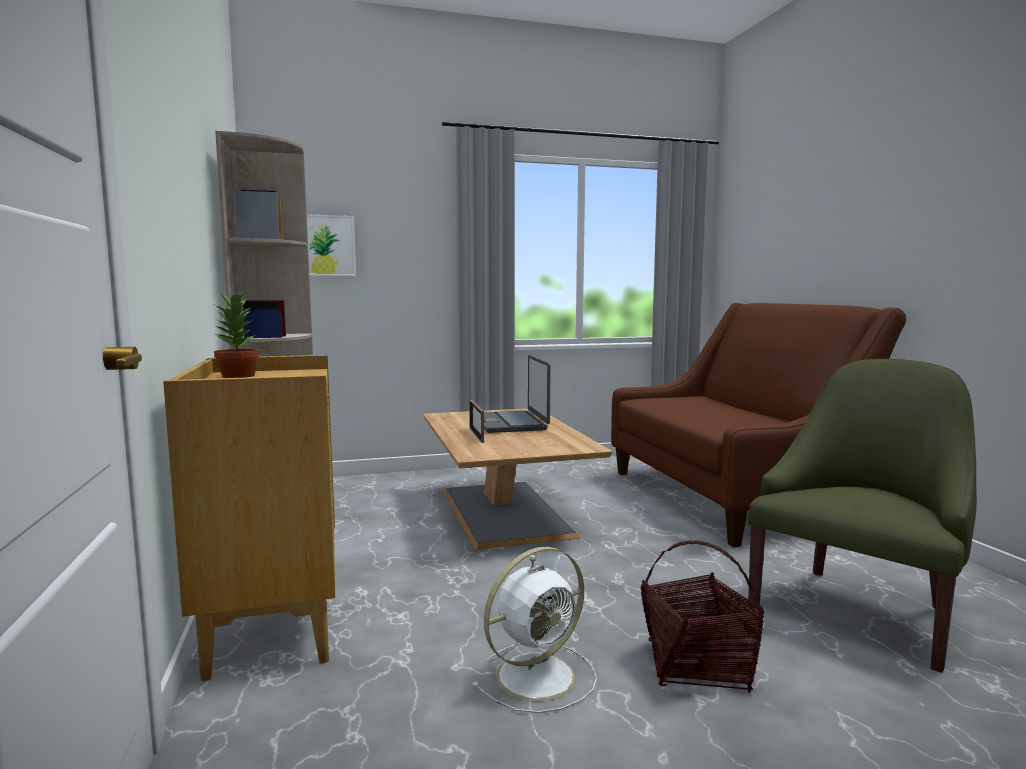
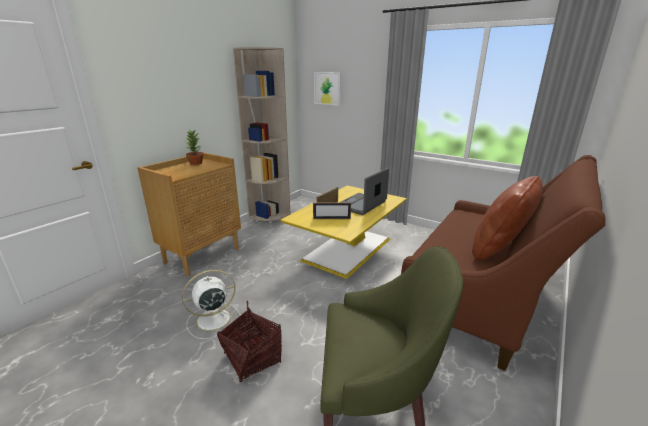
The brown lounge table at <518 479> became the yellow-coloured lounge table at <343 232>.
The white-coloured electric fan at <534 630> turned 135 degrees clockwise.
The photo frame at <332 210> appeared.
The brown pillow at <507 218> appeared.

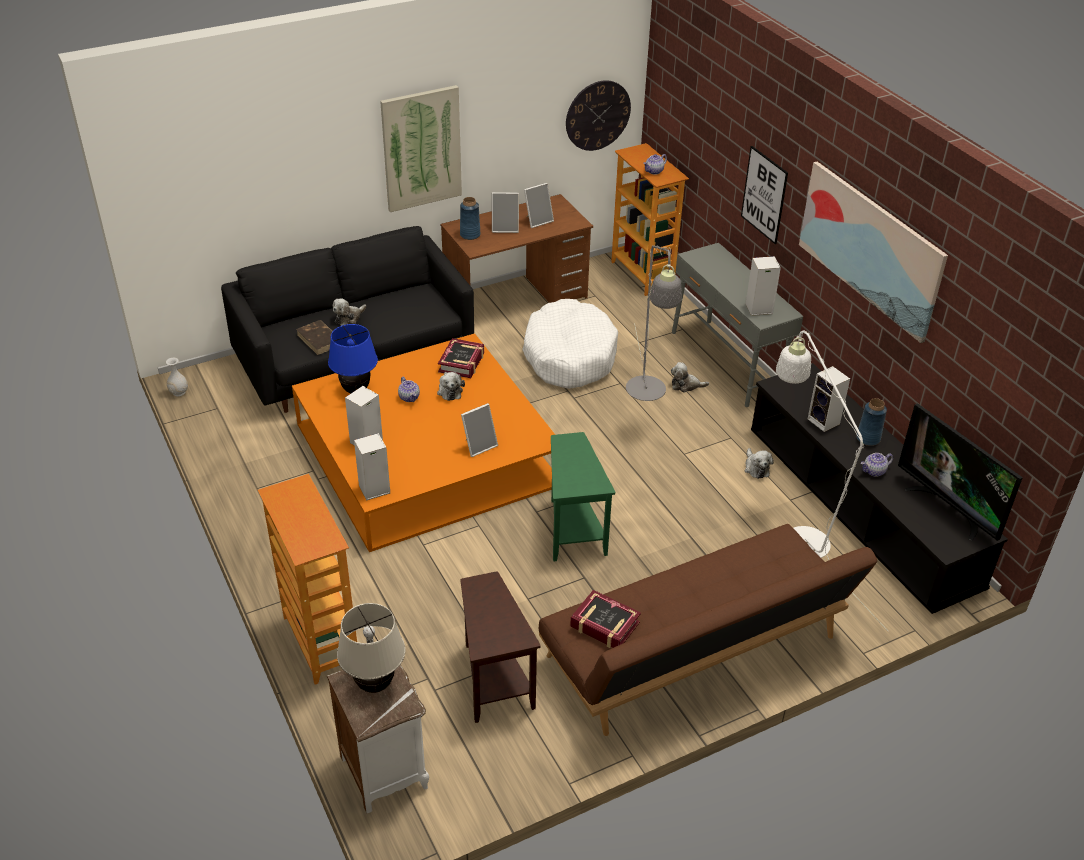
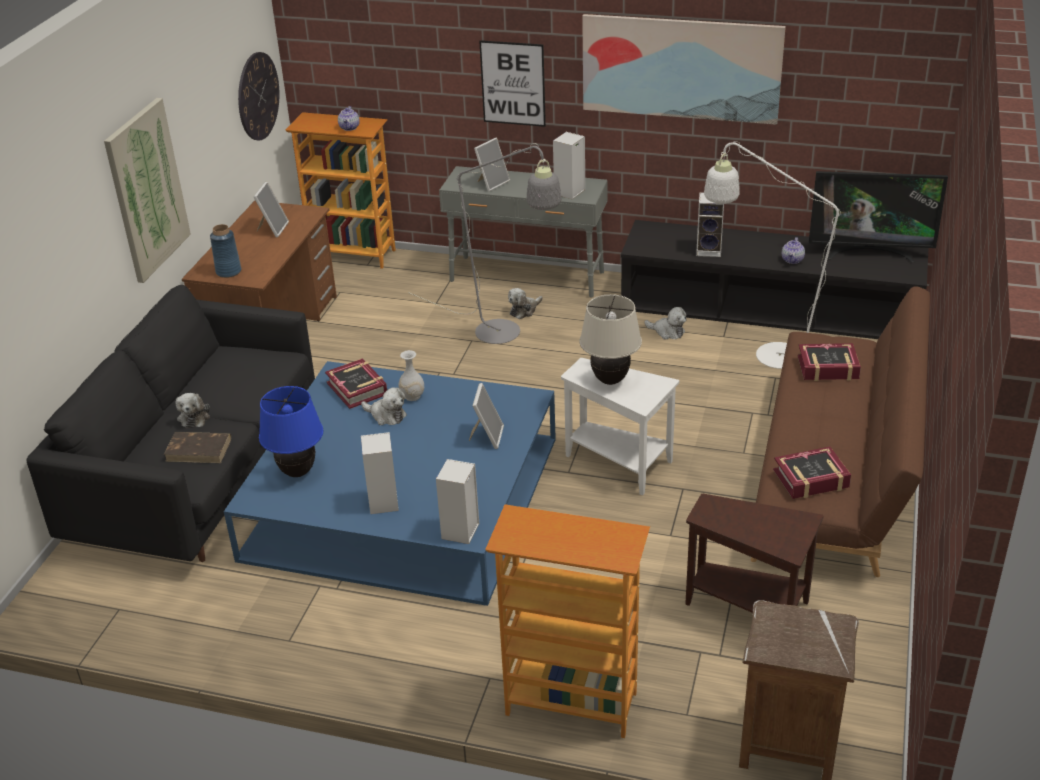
The white-coloured vase moved from <177 377> to <411 375>.
The orange-coloured lounge table at <423 442> became the blue lounge table at <390 483>.
The sand-coloured lamp for a table moved from <371 648> to <611 339>.
The teapot at <409 389> disappeared.
The photo frame moved from <505 212> to <492 164>.
The white-coloured pet bed at <570 344> disappeared.
The green-coloured side table at <583 496> became the white-coloured side table at <620 427>.
The blue vase at <871 422> disappeared.
The volume at <829 362> appeared.

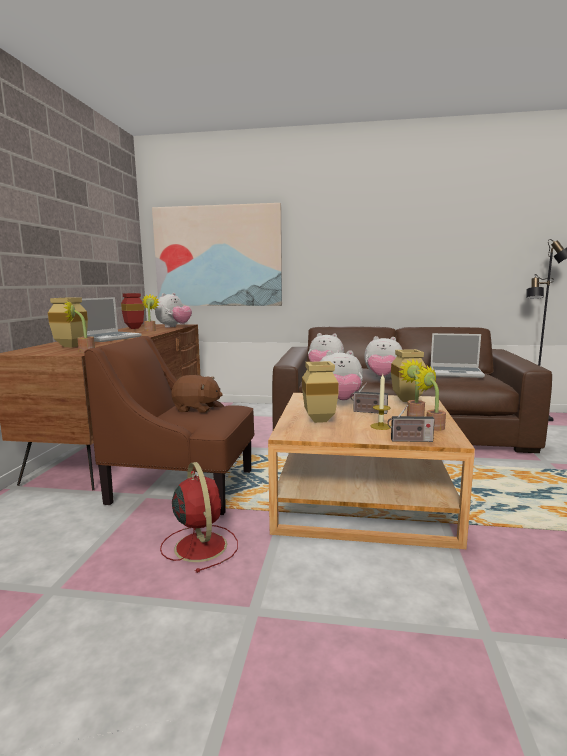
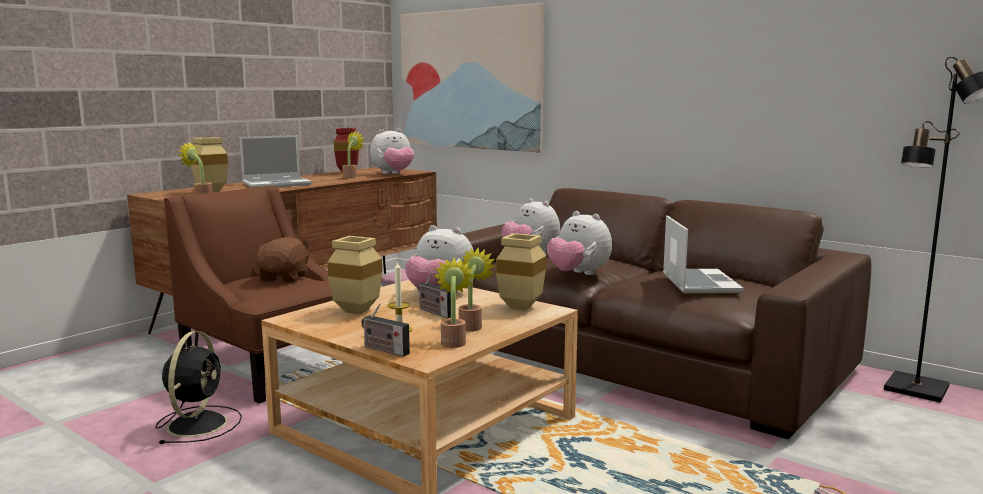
The red-coloured electric fan at <199 517> became the blackish electric fan at <199 387>.
The brown soft toy at <197 394> turned 120 degrees counterclockwise.
The portable computer at <457 355> turned 135 degrees counterclockwise.

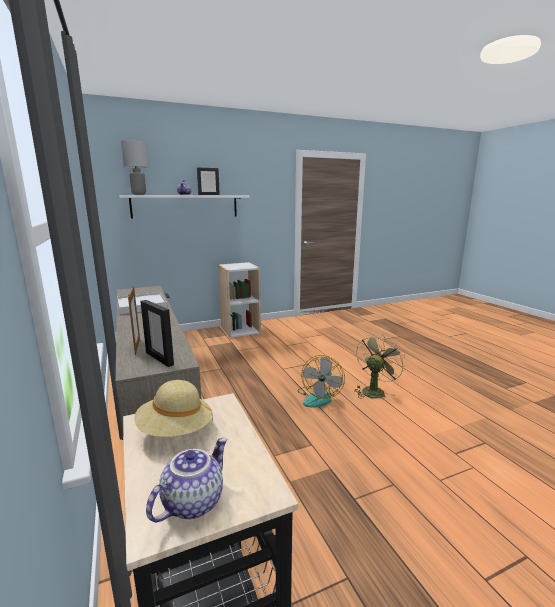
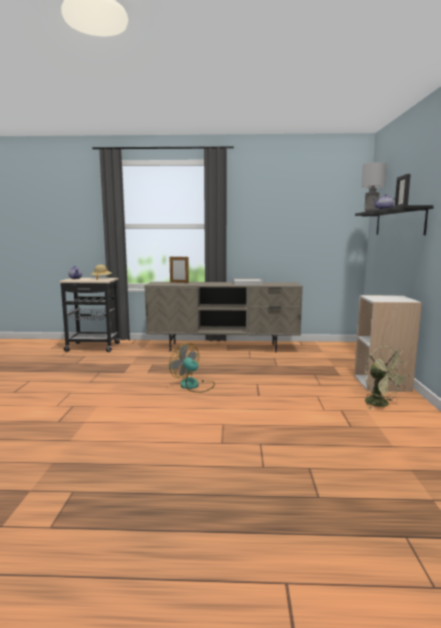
The white-coloured shelf at <184 207> became the blackish shelf at <394 220>.
The photo frame at <157 333> disappeared.
The green-coloured electric fan moved from <380 366> to <387 377>.

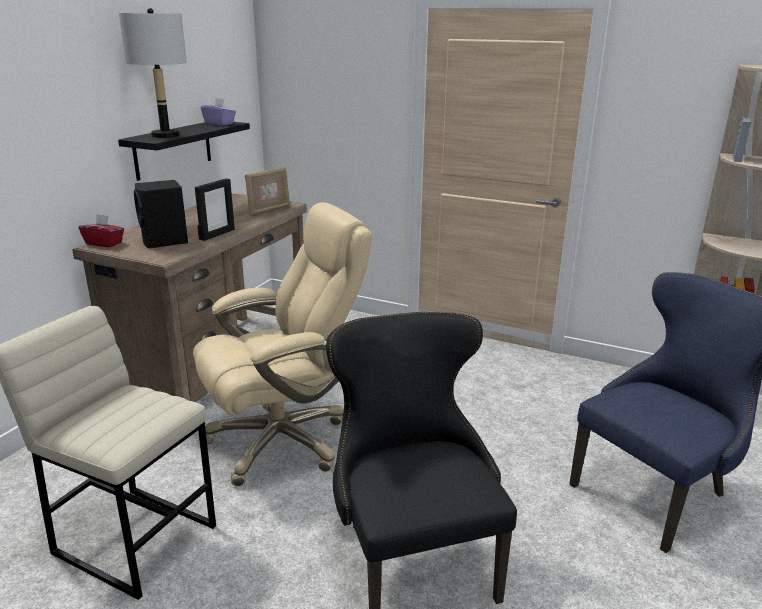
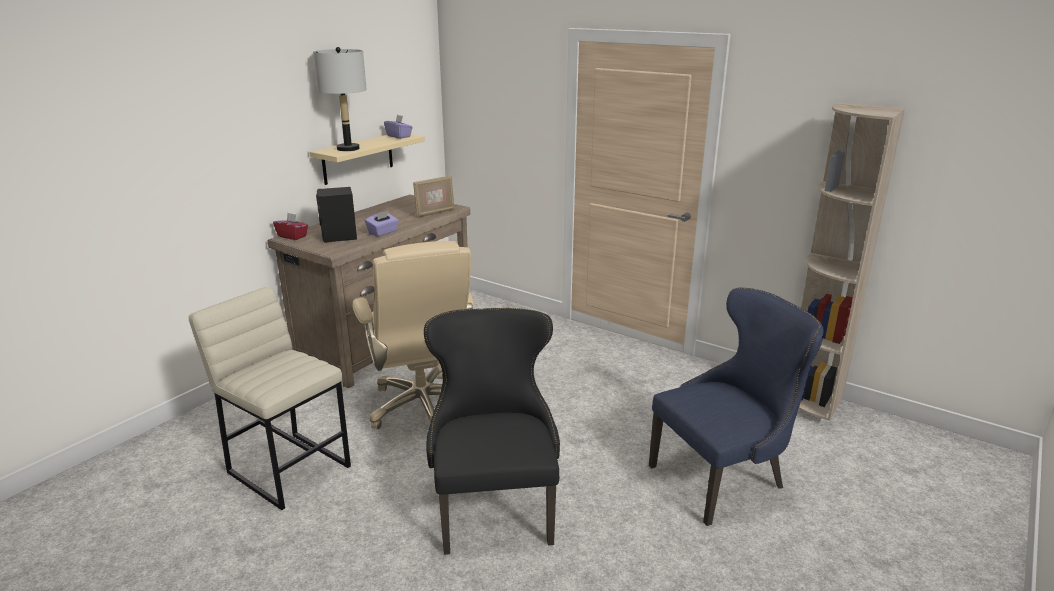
The blackish shelf at <184 151> became the sand-coloured shelf at <367 159>.
The sand-coloured desk chair at <282 344> turned 90 degrees clockwise.
The photo frame at <215 209> was replaced by the purple-coloured box of tissues at <382 224>.

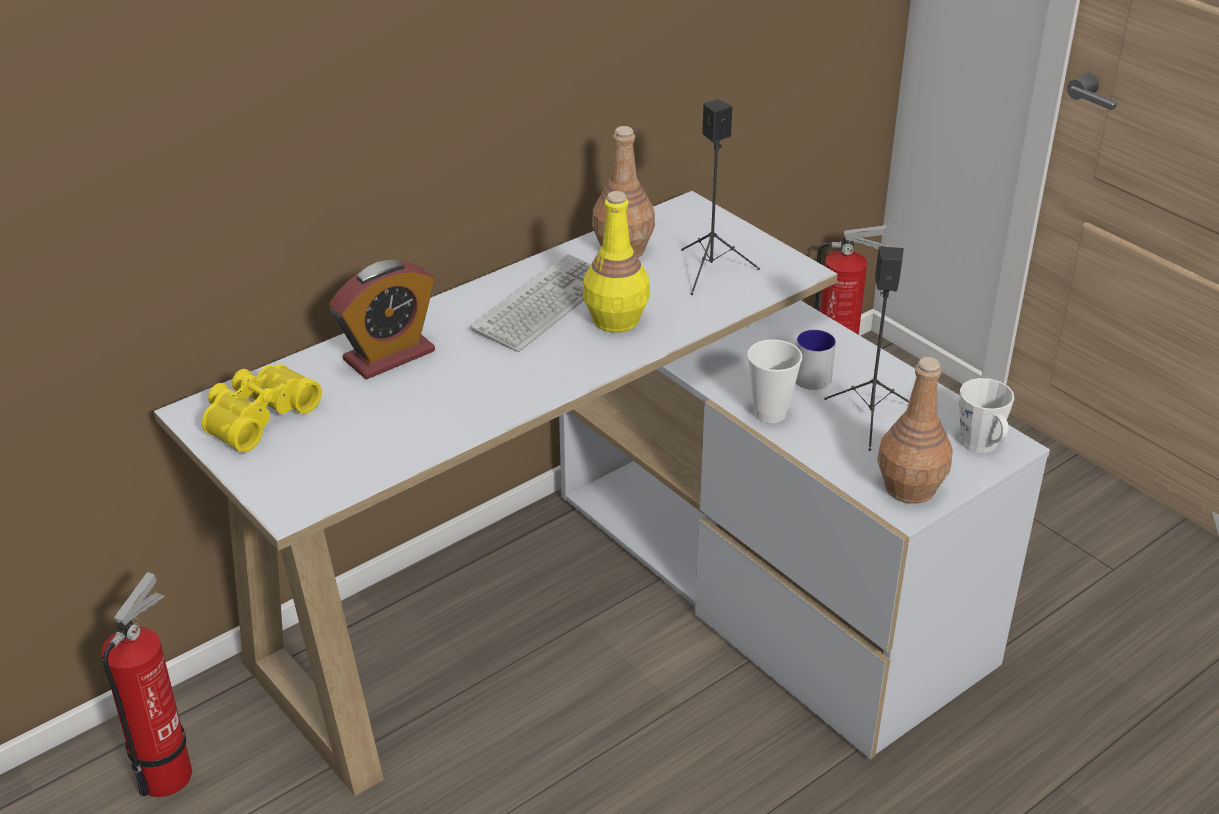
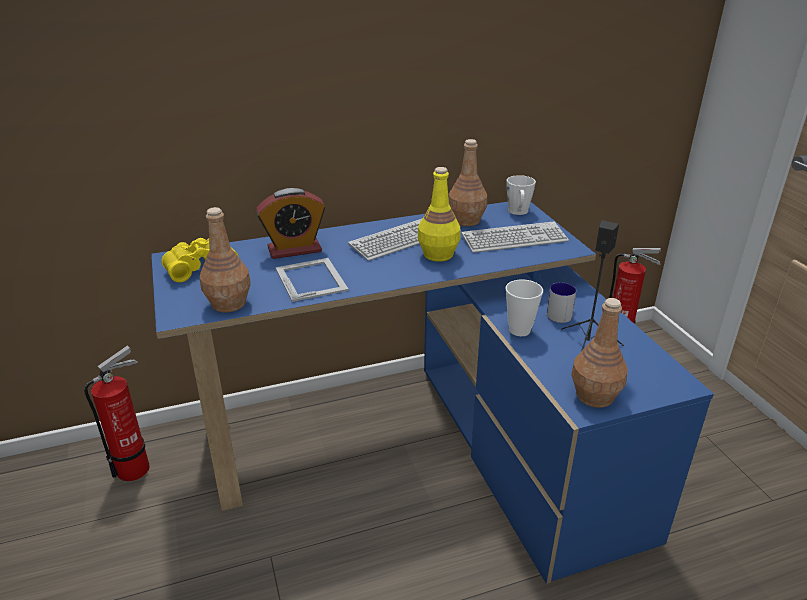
The white-coloured desk at <602 493> became the blue desk at <432 393>.
The blackish audio speaker at <720 197> was replaced by the computer keyboard at <515 237>.
The white-coloured mug moved from <986 415> to <521 195>.
The brown beverage bottle at <225 260> appeared.
The photo frame at <312 280> appeared.

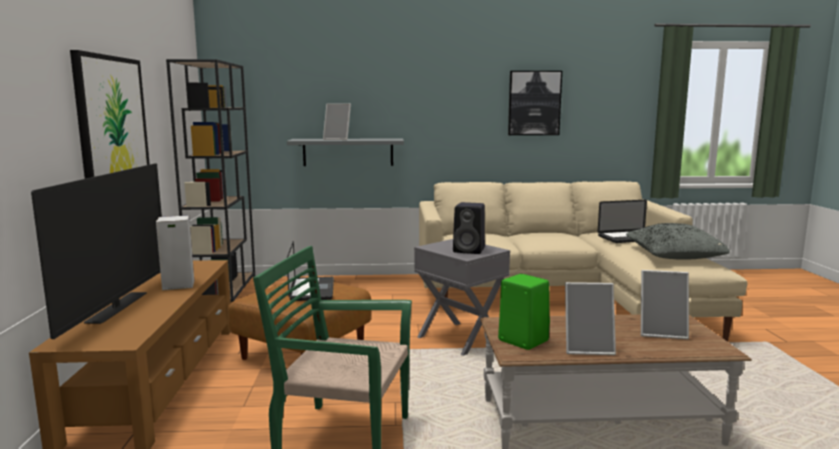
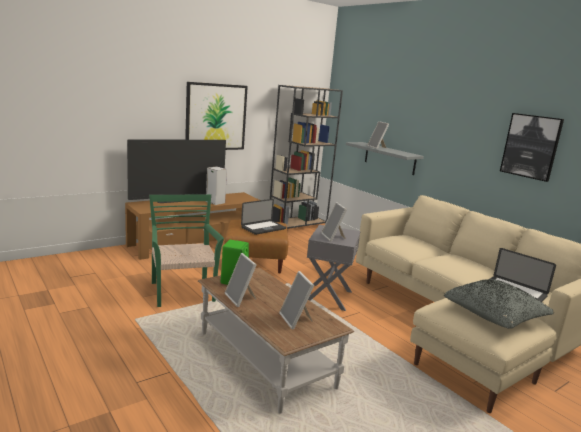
The blackish audio speaker at <469 228> was replaced by the photo frame at <334 222>.

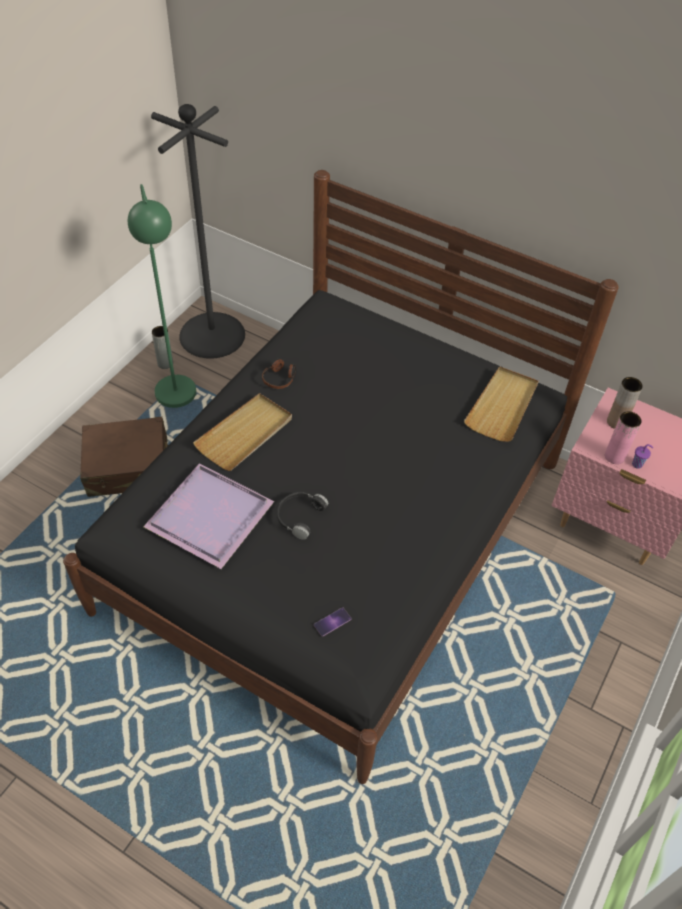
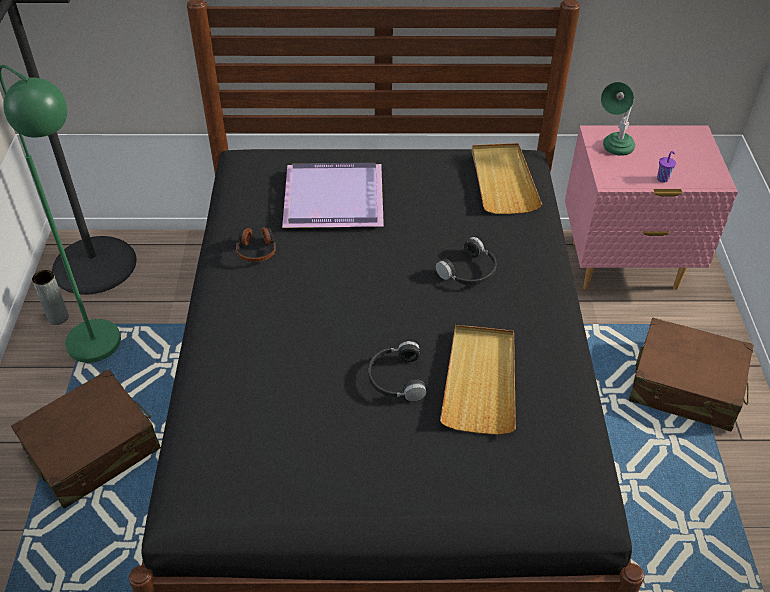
The purple-coloured serving tray moved from <209 516> to <333 195>.
The sand-coloured serving tray moved from <242 432> to <478 380>.
The phone at <332 622> disappeared.
The pink-coloured vase at <623 437> disappeared.
The brown vase at <625 403> was replaced by the green-coloured lamp for a table at <618 119>.
The blackish headset at <466 261> appeared.
The brown piece of luggage at <691 374> appeared.

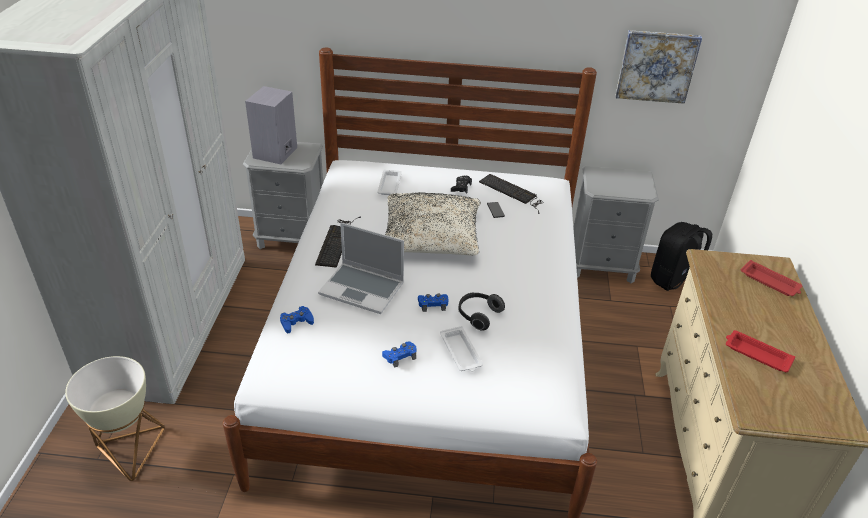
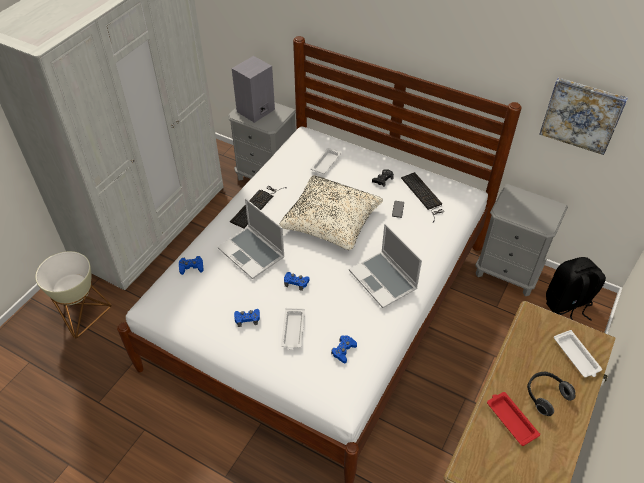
The headset moved from <481 311> to <551 394>.
The red-coloured serving tray at <771 278> became the white-coloured serving tray at <578 353>.
The blue gamepad at <344 349> appeared.
The portable computer at <385 266> appeared.

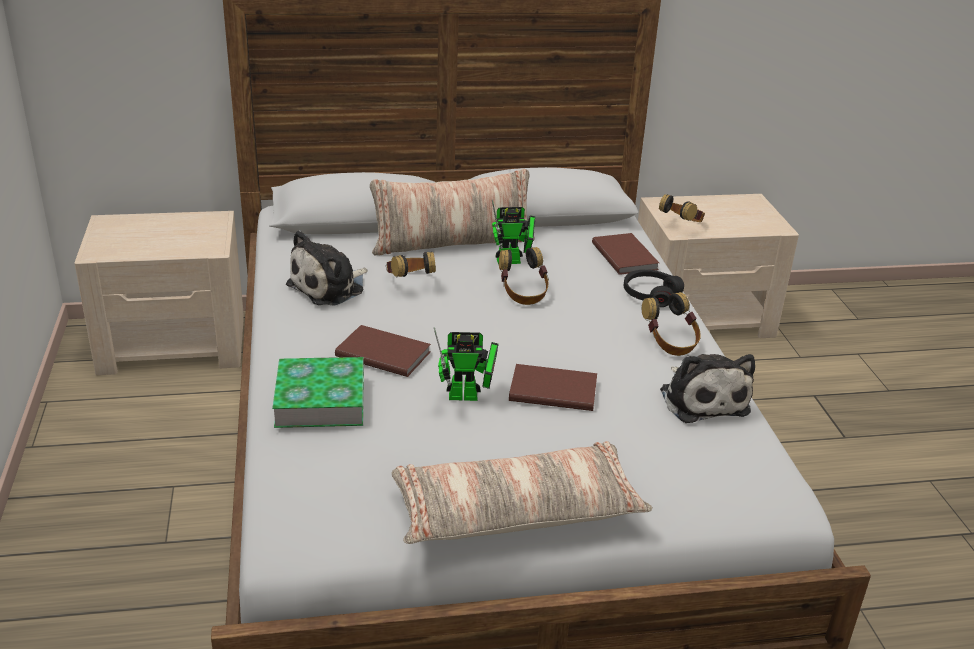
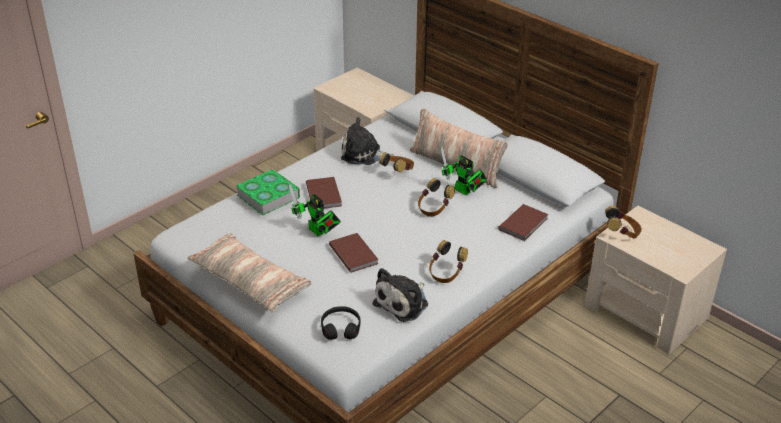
The blackish headset moved from <654 288> to <340 323>.

